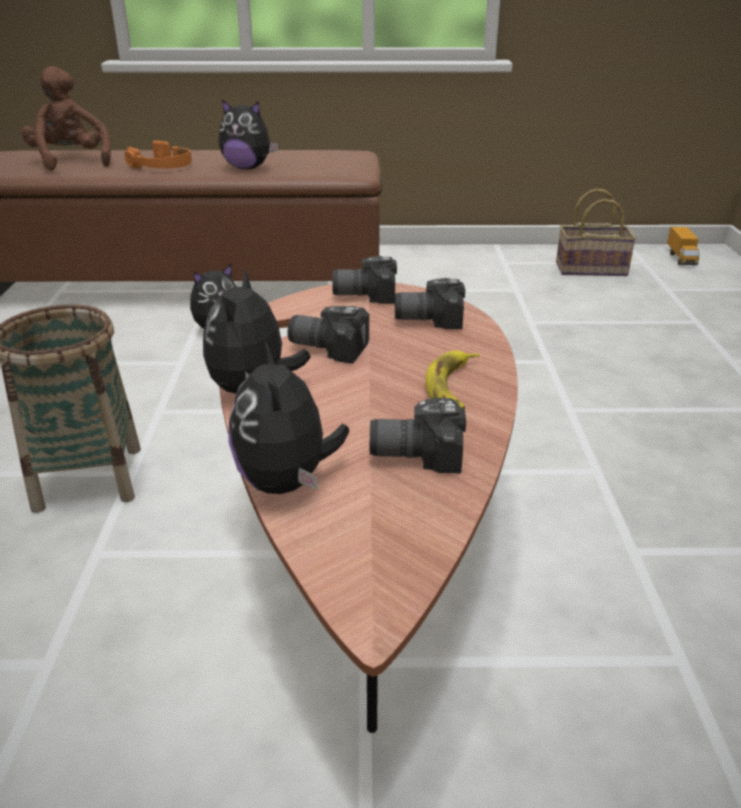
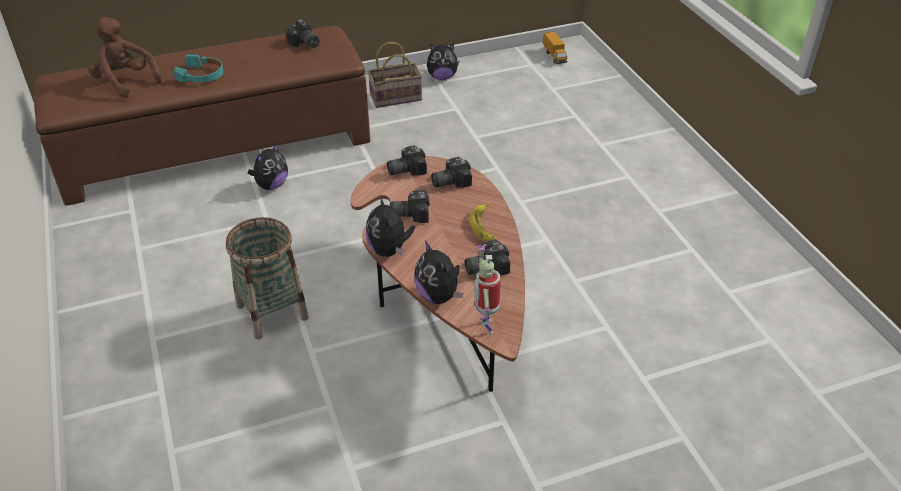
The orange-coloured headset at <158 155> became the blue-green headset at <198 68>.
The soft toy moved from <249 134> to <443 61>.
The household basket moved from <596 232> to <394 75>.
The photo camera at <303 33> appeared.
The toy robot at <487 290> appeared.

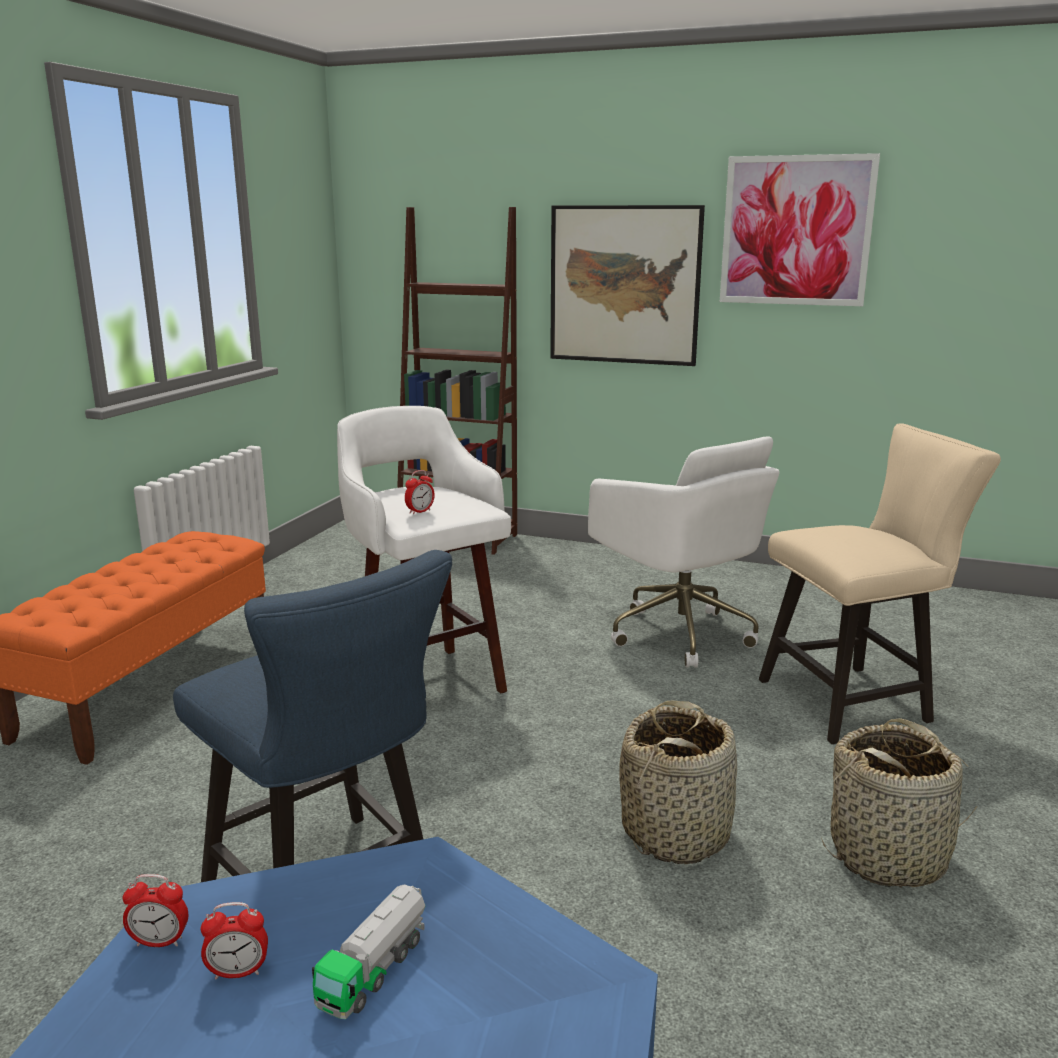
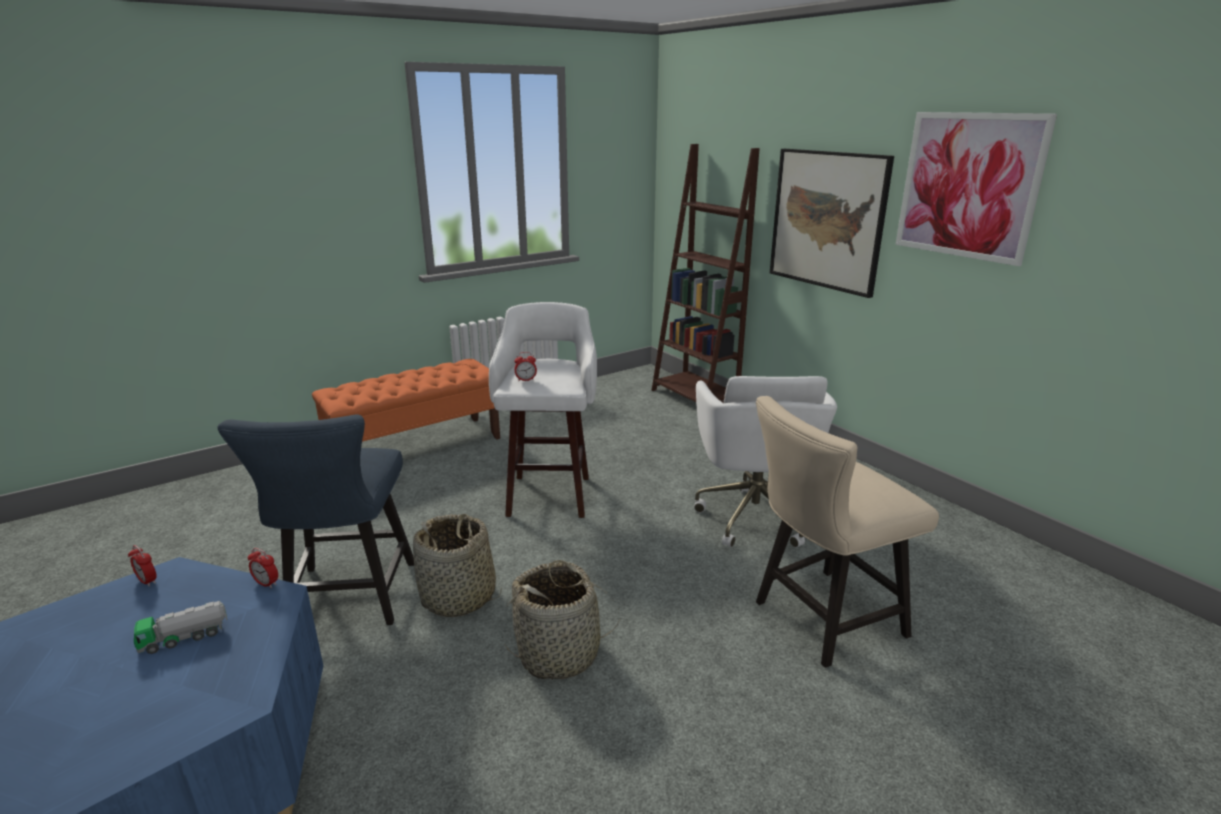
The bedside clock moved from <234 941> to <263 568>.
The sand-coloured chair at <880 583> turned 135 degrees clockwise.
The household basket moved from <899 803> to <457 565>.

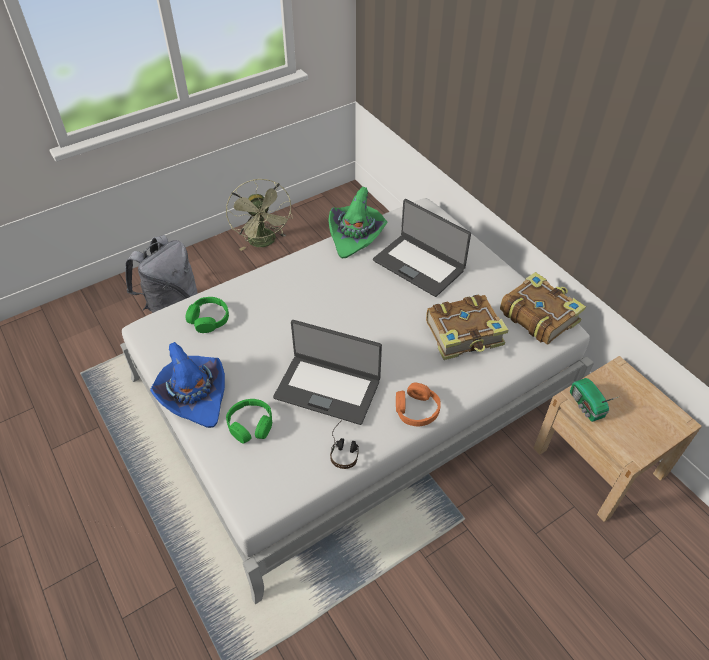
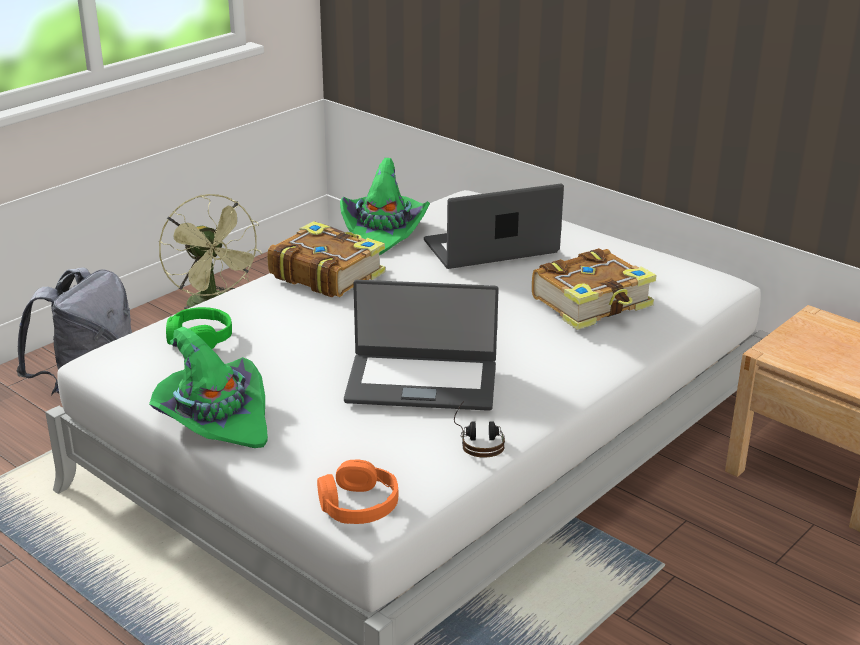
The blue wearable hat at <187 385> became the green-coloured wearable hat at <208 387>.
The green-coloured headset at <249 421> disappeared.
The portable computer at <422 248> turned 135 degrees clockwise.
The orange-coloured headset moved from <418 404> to <358 491>.
The volume moved from <543 308> to <326 259>.
The radio at <594 400> disappeared.

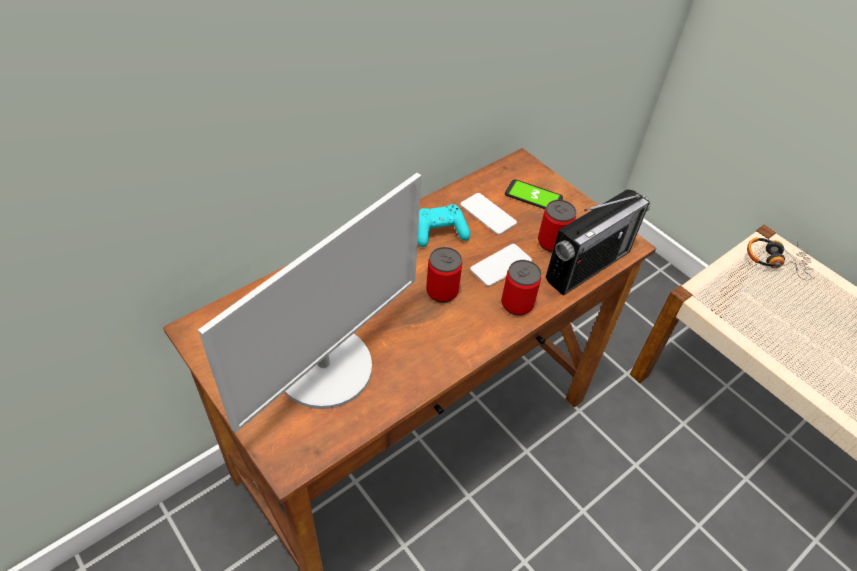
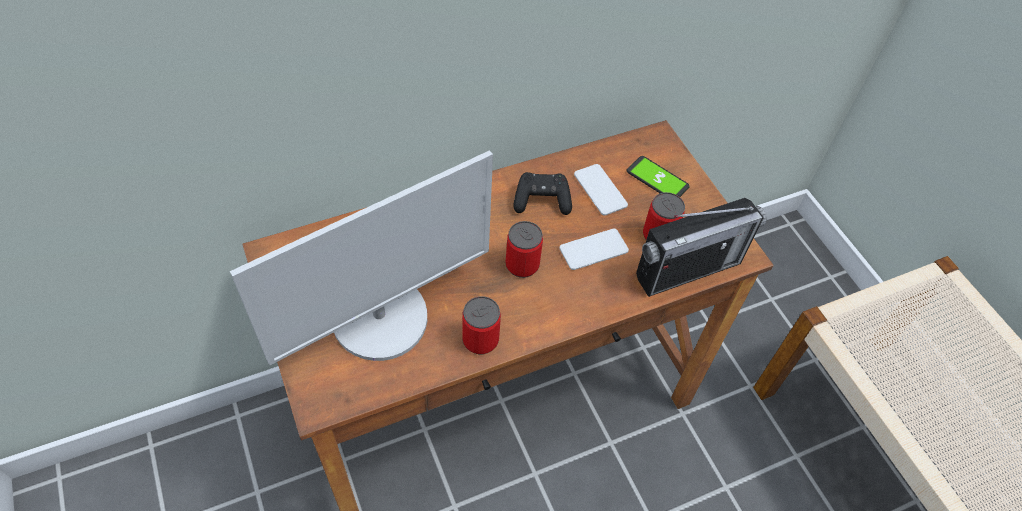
The blue-green gamepad at <444 225> became the blackish gamepad at <542 193>.
The can moved from <521 288> to <481 325>.
The headset at <780 258> disappeared.

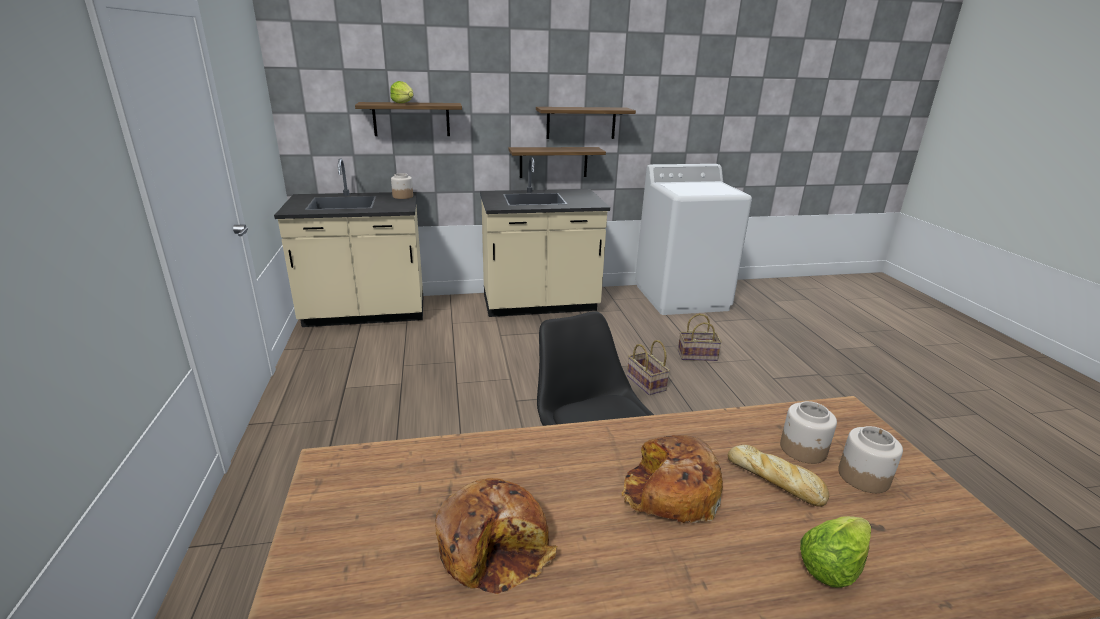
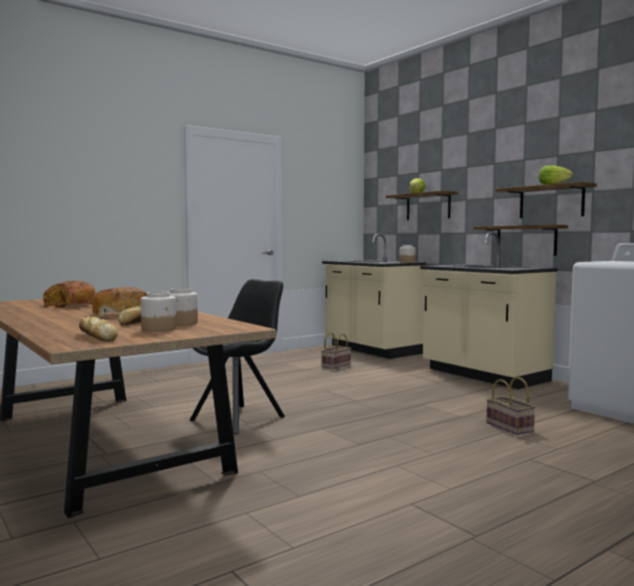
The household basket moved from <648 367> to <336 350>.
The head of lettuce moved from <835 552> to <556 175>.
The bread at <98 329> appeared.

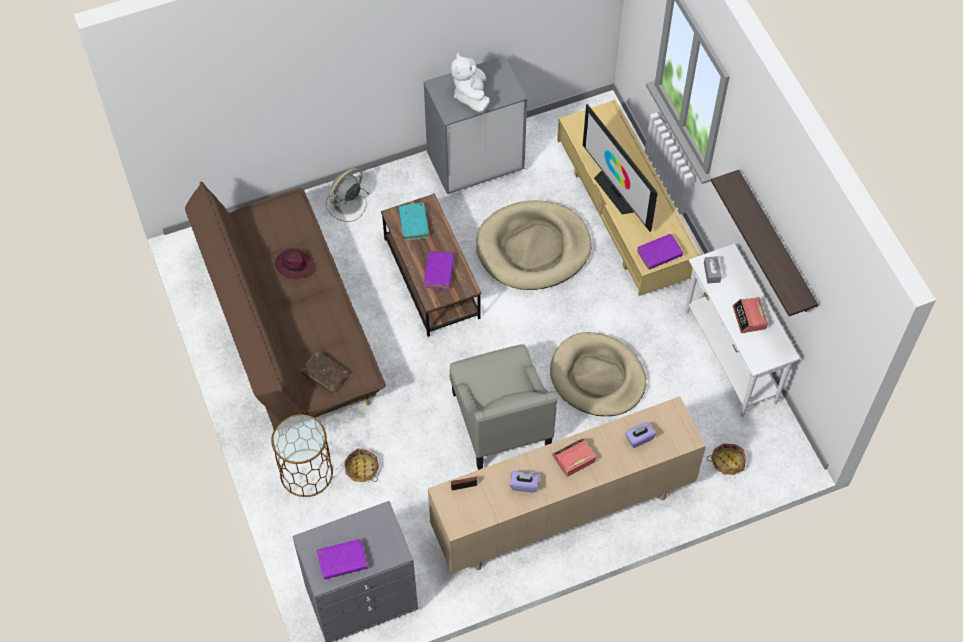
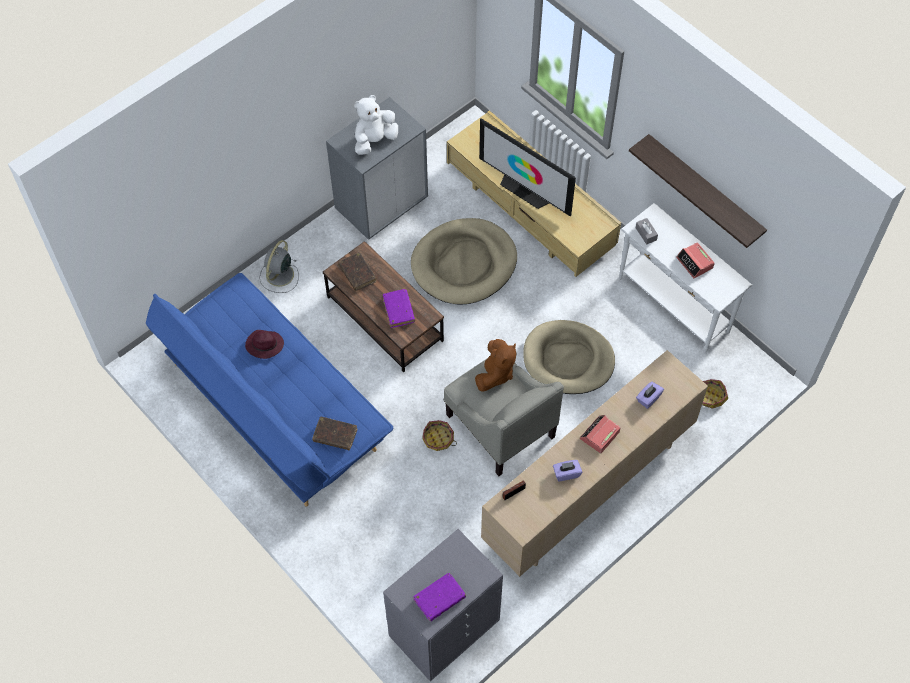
The brown settee at <285 305> became the blue settee at <269 389>.
The brown side table at <302 455> disappeared.
The household basket moved from <361 465> to <439 435>.
The blue-green volume at <413 221> became the brown volume at <357 271>.
The white-coloured soft toy at <470 82> turned 75 degrees clockwise.
The purple-coloured volume at <660 252> disappeared.
The brown soft toy at <495 365> appeared.

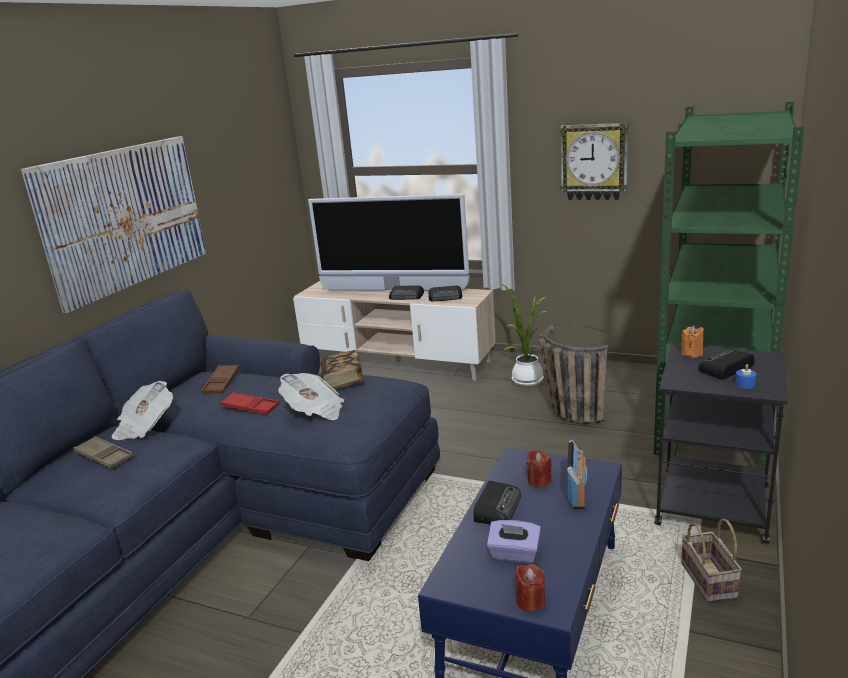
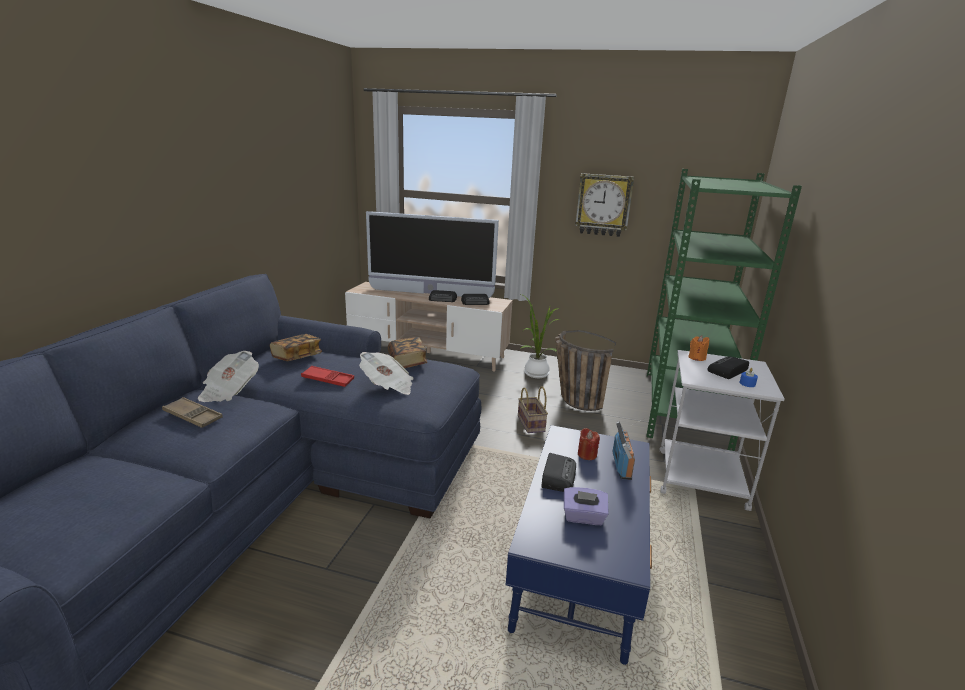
The wall picture at <113 224> disappeared.
The brown serving tray at <220 379> was replaced by the volume at <296 347>.
The red-coloured wax light at <530 588> disappeared.
The blackish trolley at <721 444> became the white-coloured trolley at <722 430>.
The household basket moved from <711 560> to <533 409>.

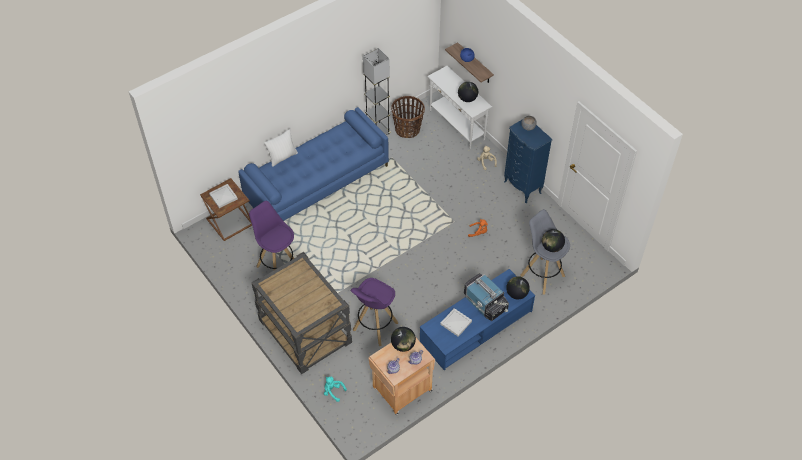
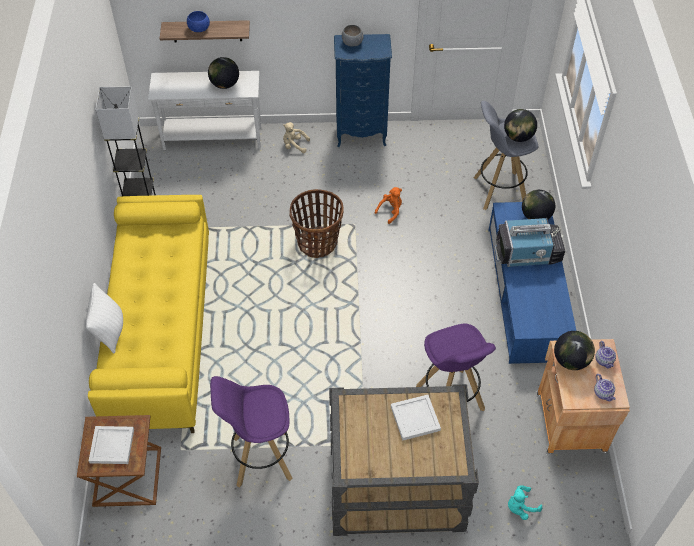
The blue settee at <313 164> became the yellow-coloured settee at <148 314>.
The household basket moved from <408 117> to <316 223>.
The white-coloured serving tray moved from <456 322> to <416 418>.

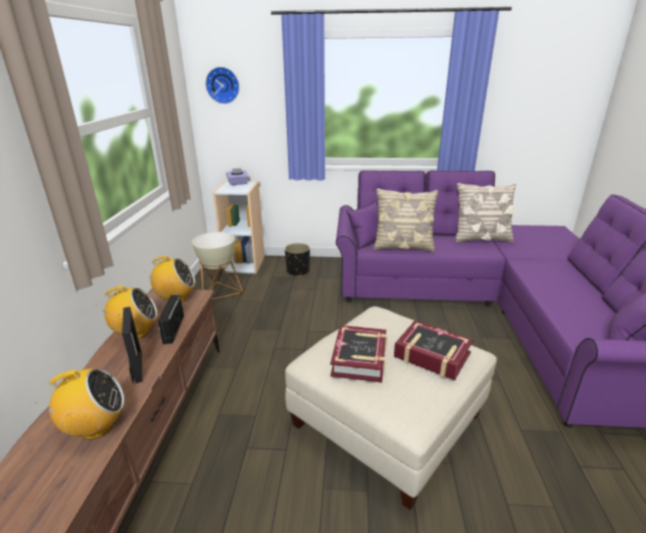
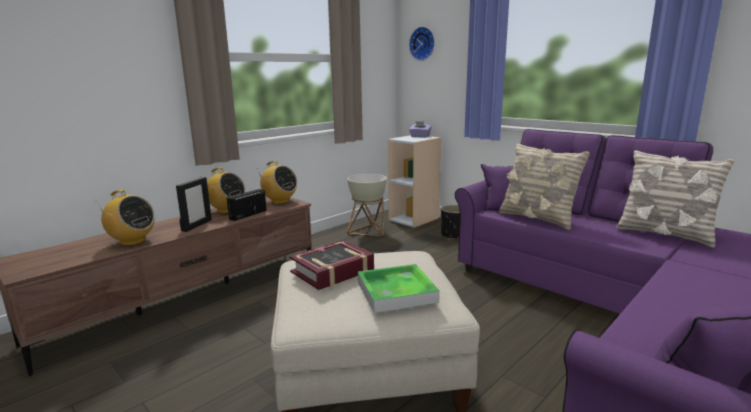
The volume at <433 350> was replaced by the serving tray at <399 288>.

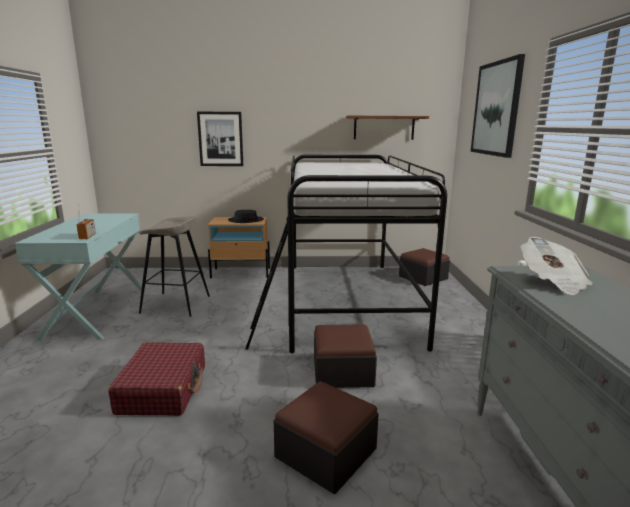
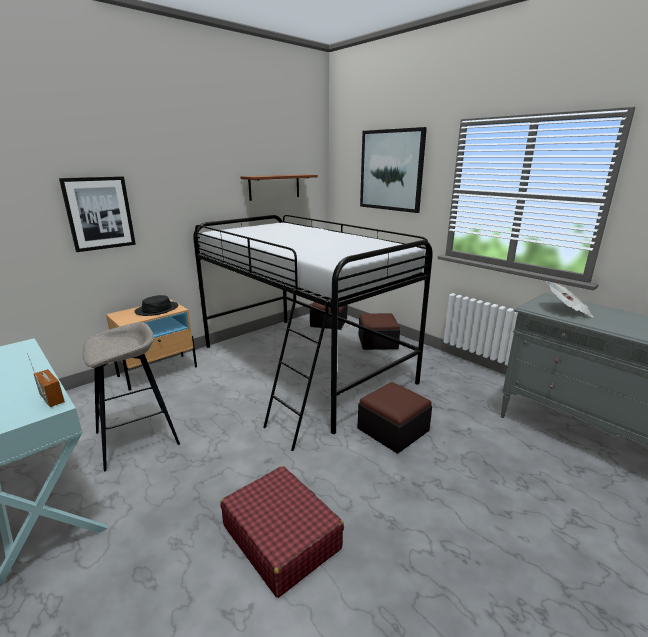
The pouffe moved from <326 437> to <379 331>.

